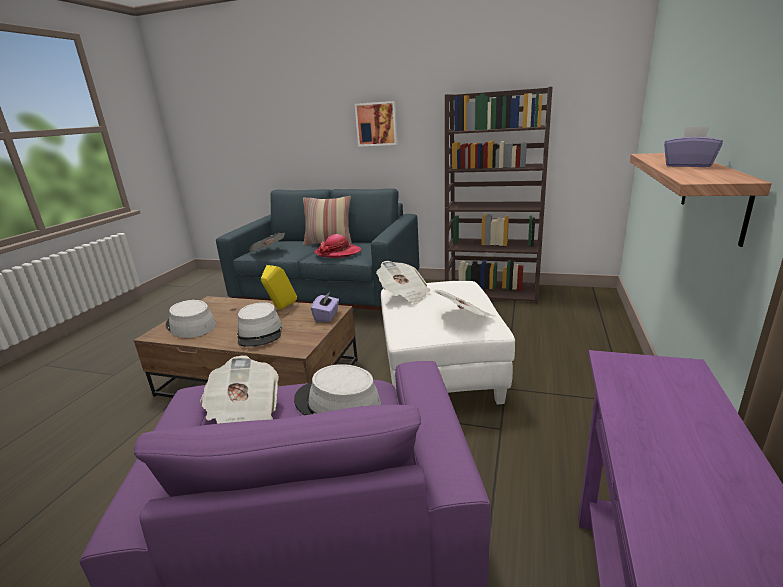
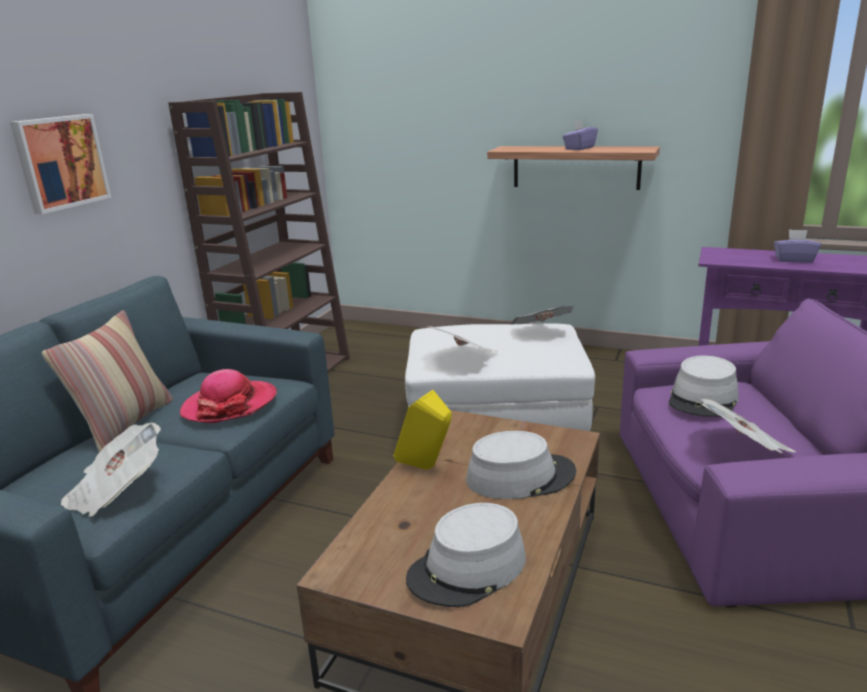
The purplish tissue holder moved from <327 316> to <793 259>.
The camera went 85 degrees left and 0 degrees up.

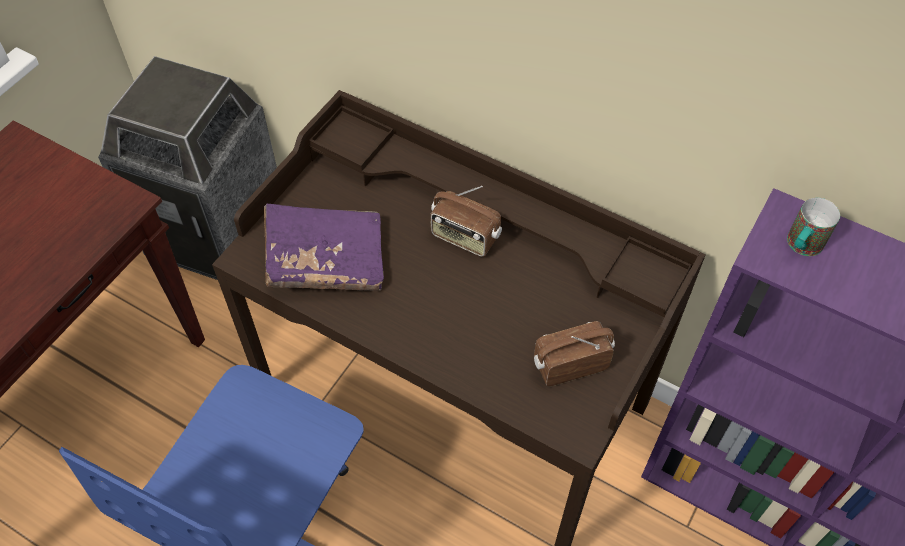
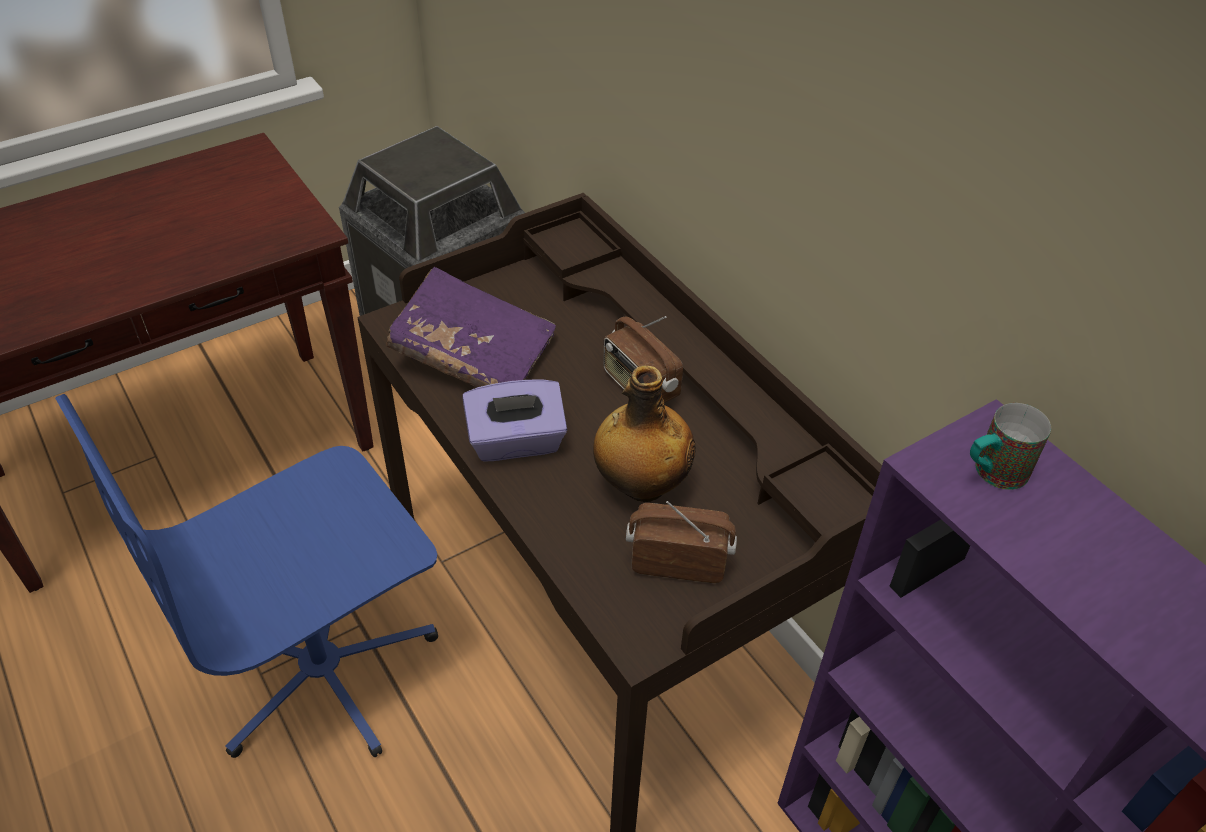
The purplish tissue holder at <516 442> appeared.
The beverage bottle at <641 485> appeared.
The camera went 25 degrees right and 10 degrees down.

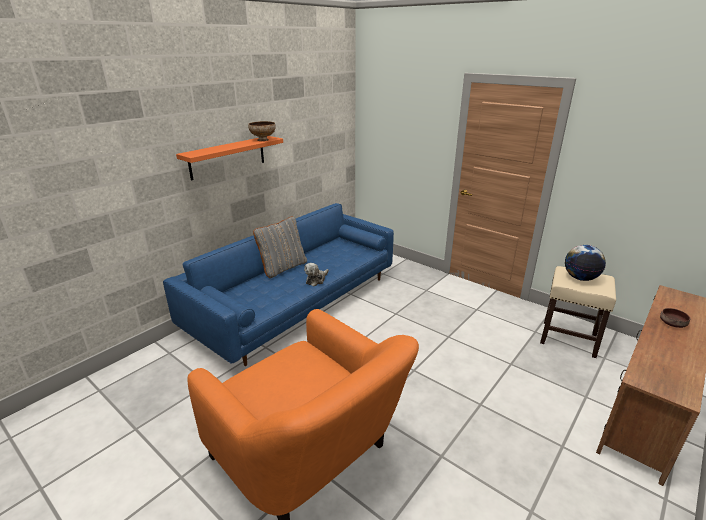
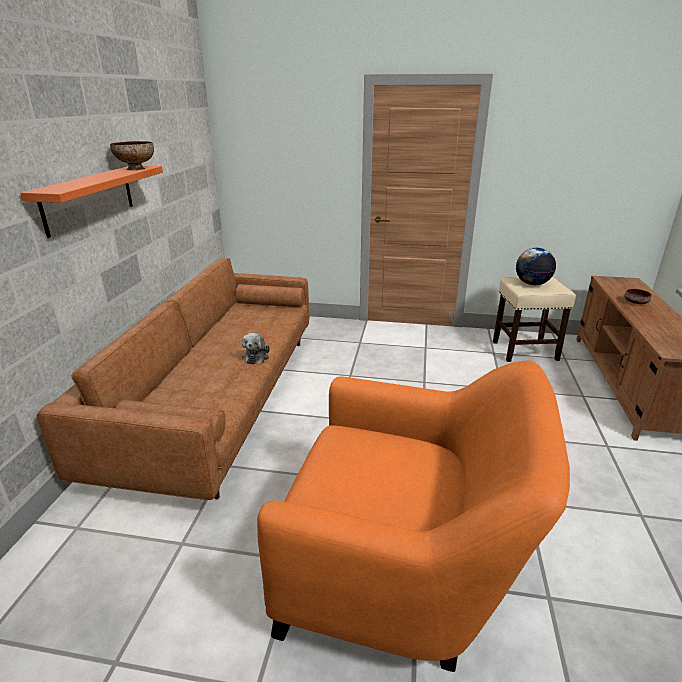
The blue-coloured sofa at <295 303> became the brown sofa at <218 399>.
The grey pillow at <283 267> disappeared.
The camera went 30 degrees left and 0 degrees up.

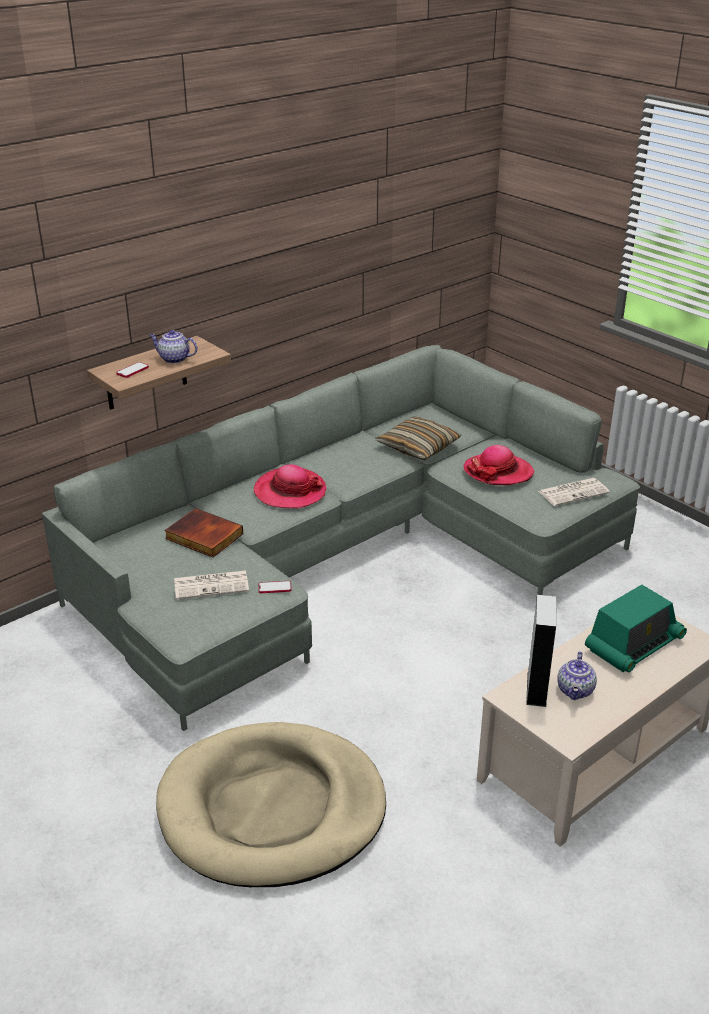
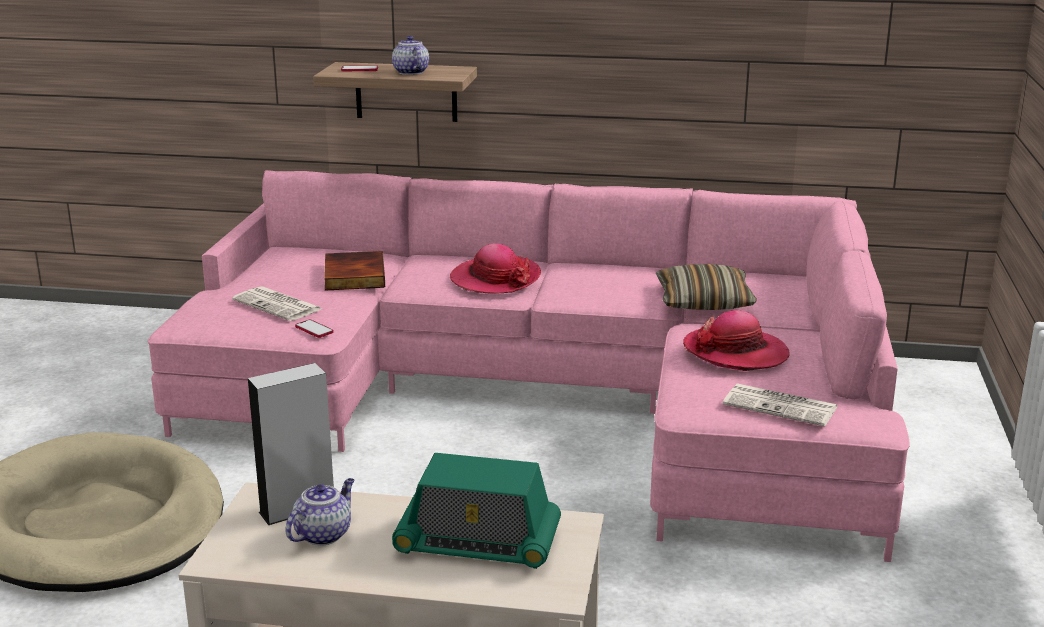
The grey sofa at <346 556> became the pinkish sofa at <551 399>.
The pot for tea at <575 691> turned 150 degrees clockwise.
The camera went 50 degrees right and 10 degrees down.

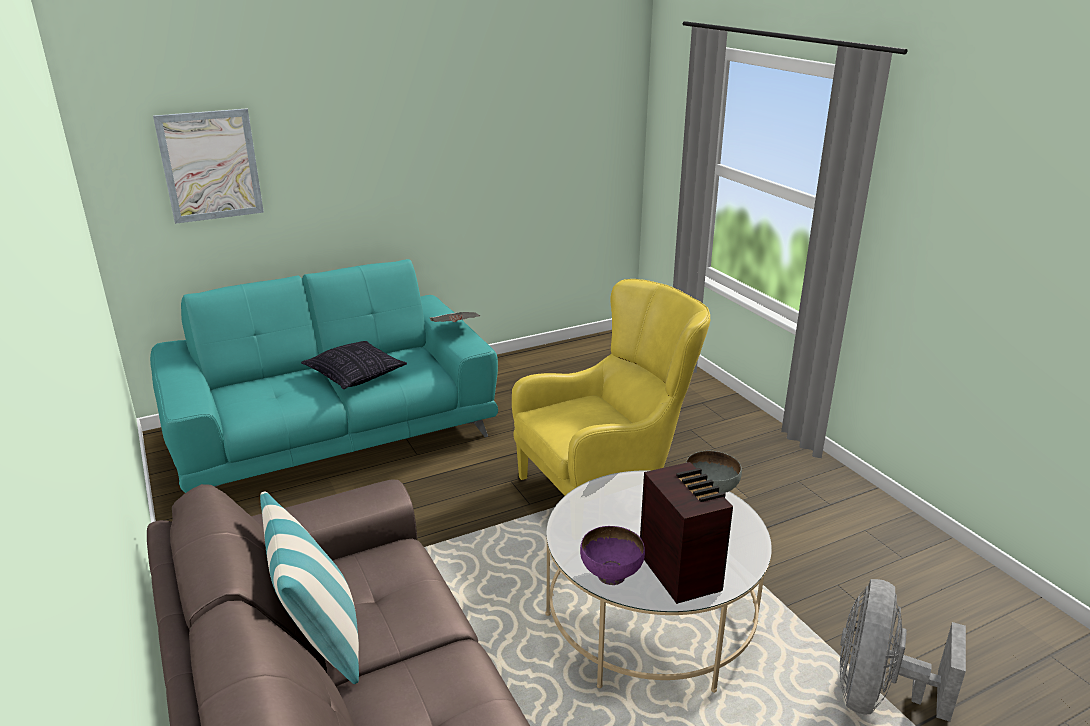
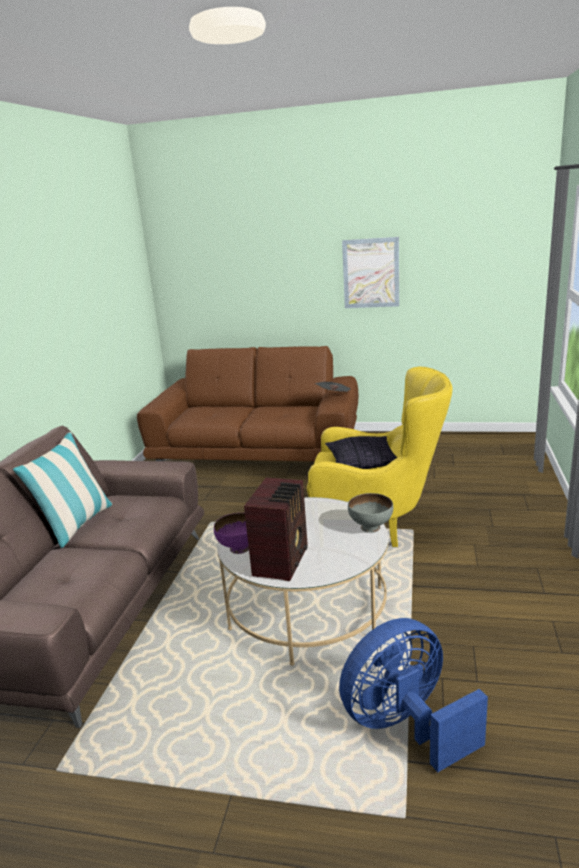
The turquoise sofa at <334 433> became the brown sofa at <257 452>.
The pillow moved from <356 375> to <362 463>.
The grey cooling fan at <877 694> became the blue-coloured cooling fan at <405 726>.
The wall picture moved from <210 165> to <371 273>.
The camera went 40 degrees right and 5 degrees down.

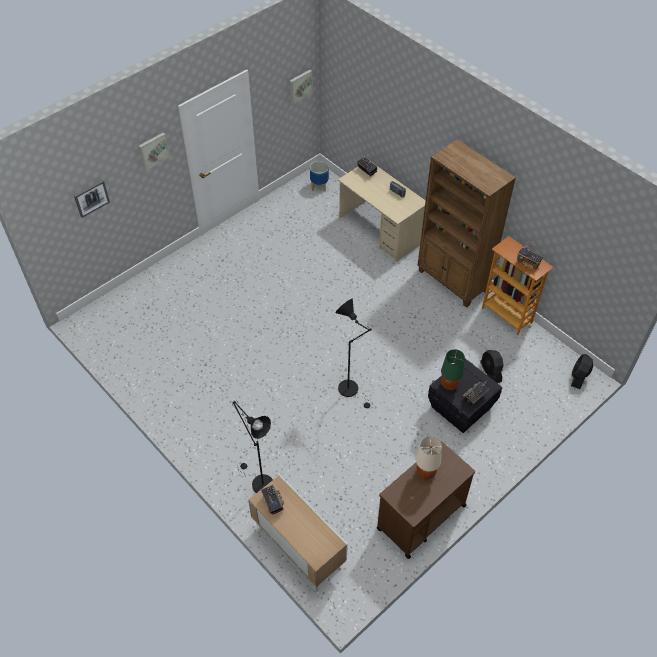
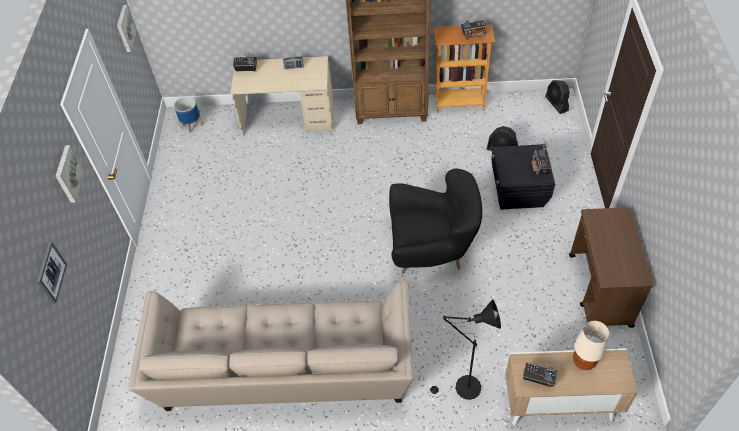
The beige sofa at <284 371> appeared.
The black-coloured standard lamp at <351 390> was replaced by the black-coloured armchair at <431 251>.
The beige tabletop lamp moved from <425 472> to <583 362>.
The greenish tabletop lamp at <449 385> disappeared.
The camera went 45 degrees left and 0 degrees up.

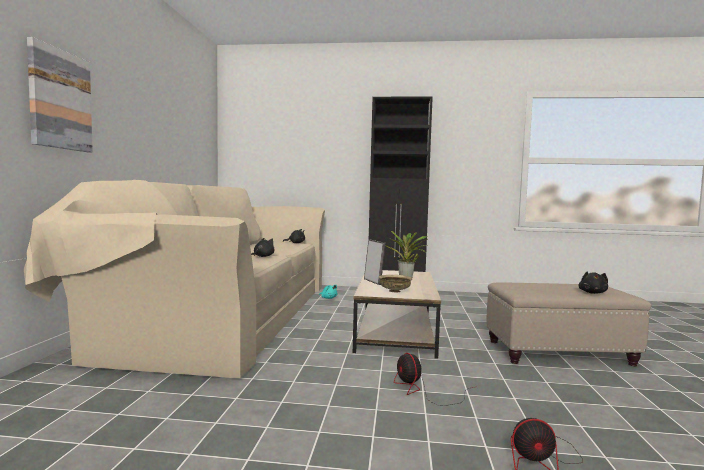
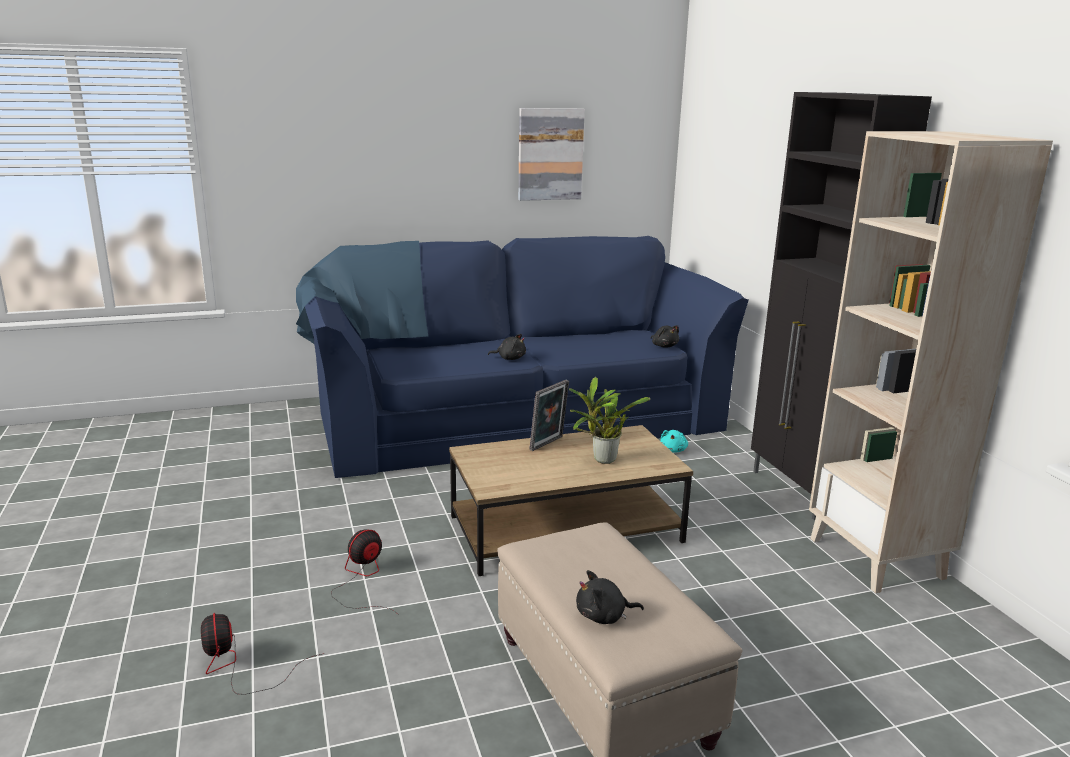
The beige sofa at <225 315> became the blue-coloured sofa at <513 416>.
The wall picture moved from <60 100> to <550 154>.
The beige bookcase at <877 558> appeared.
The beige deep dish at <394 291> disappeared.
The camera went 65 degrees right and 15 degrees up.

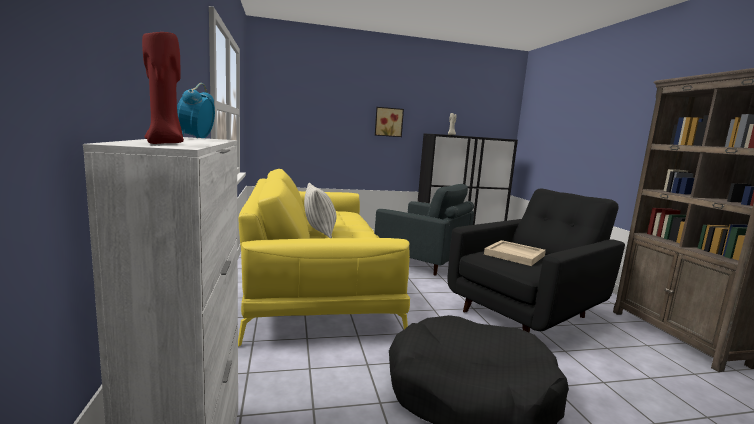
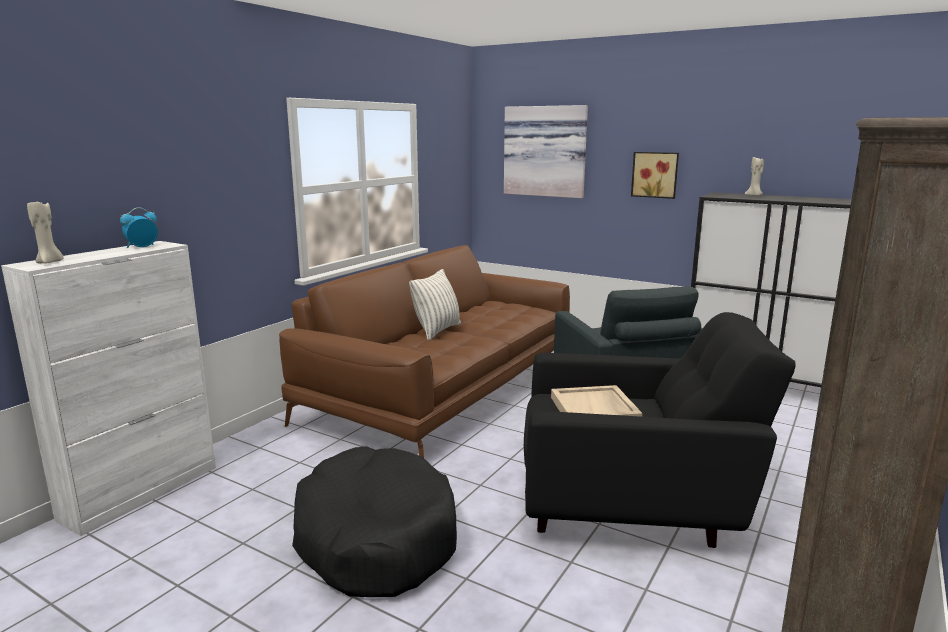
The red wax light at <166 143> became the beige wax light at <50 262>.
The yellowish sofa at <315 281> became the brown sofa at <445 390>.
The wall picture at <545 151> appeared.
The camera went 45 degrees right and 5 degrees up.

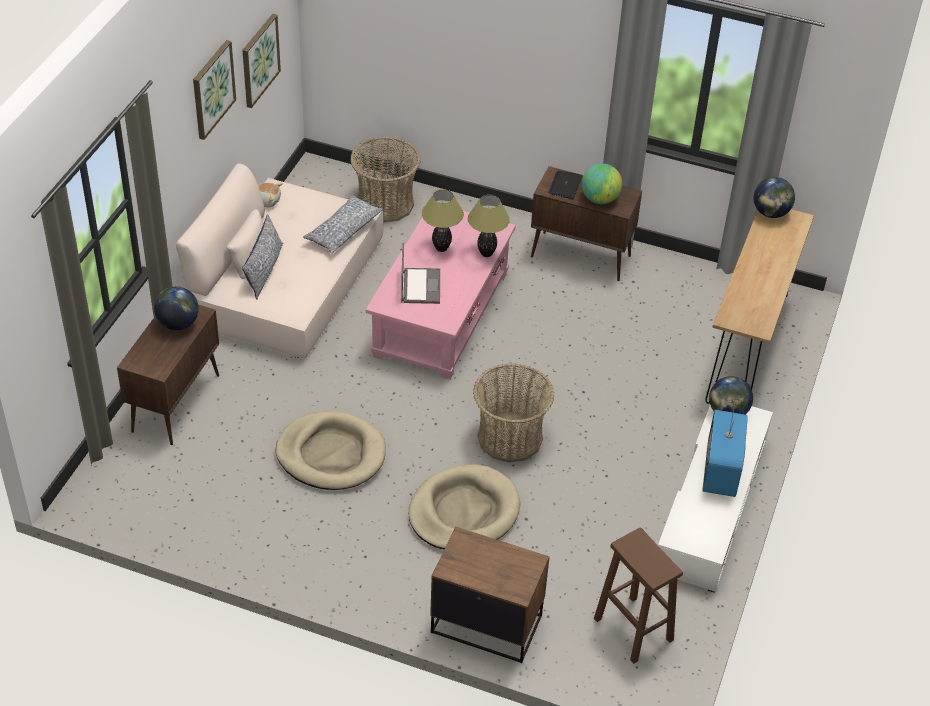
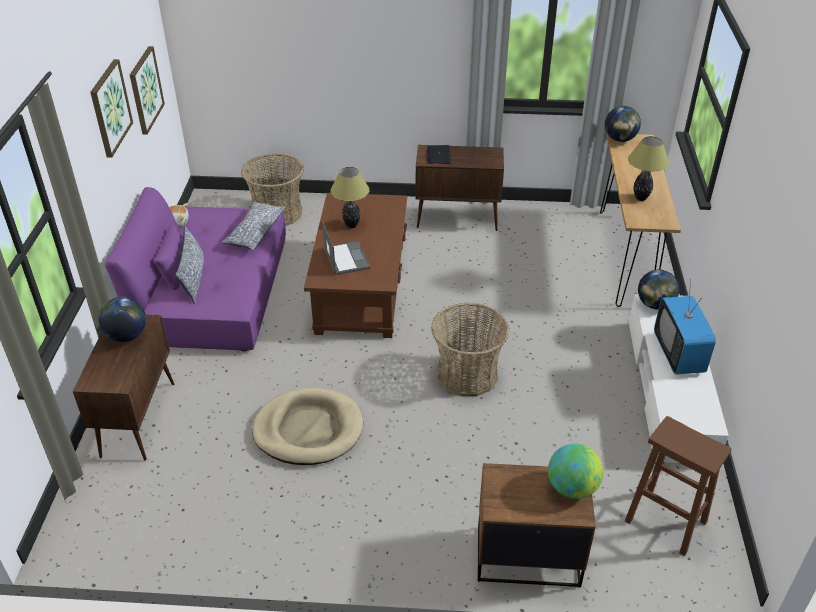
The beige sofa at <286 282> became the purplish sofa at <212 290>.
The pinkish low table at <442 314> became the brown low table at <361 286>.
The globe moved from <600 199> to <572 488>.
The tabletop lamp moved from <487 253> to <641 198>.
The beige dog cushion at <463 512> disappeared.
The camera went 15 degrees left and 5 degrees down.

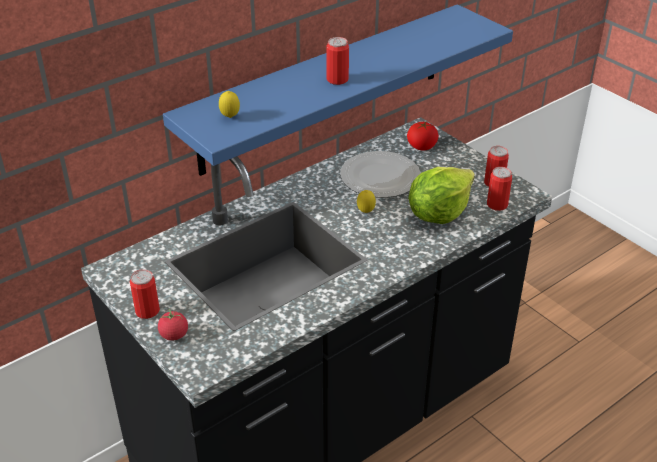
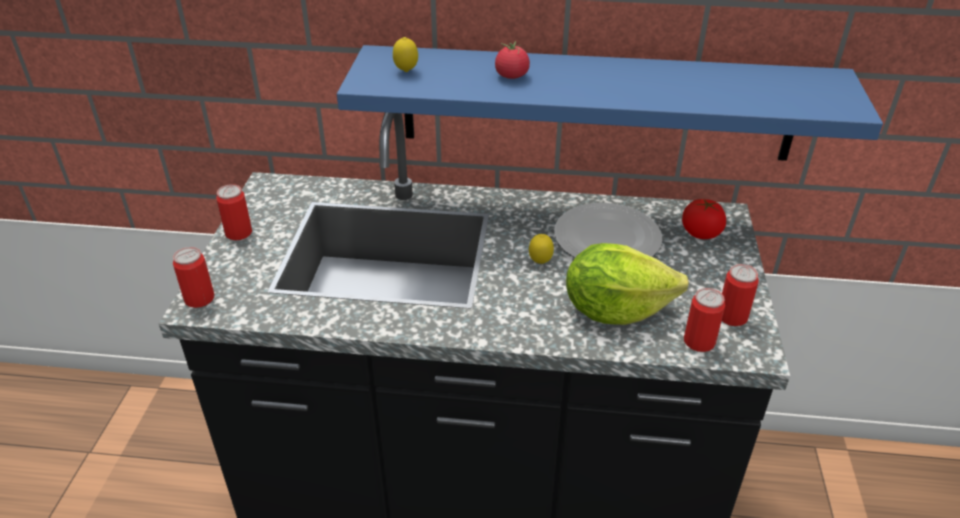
The sealed can moved from <337 80> to <199 299>.
The fresh tomato moved from <174 335> to <511 76>.
The camera went 45 degrees right and 0 degrees up.

